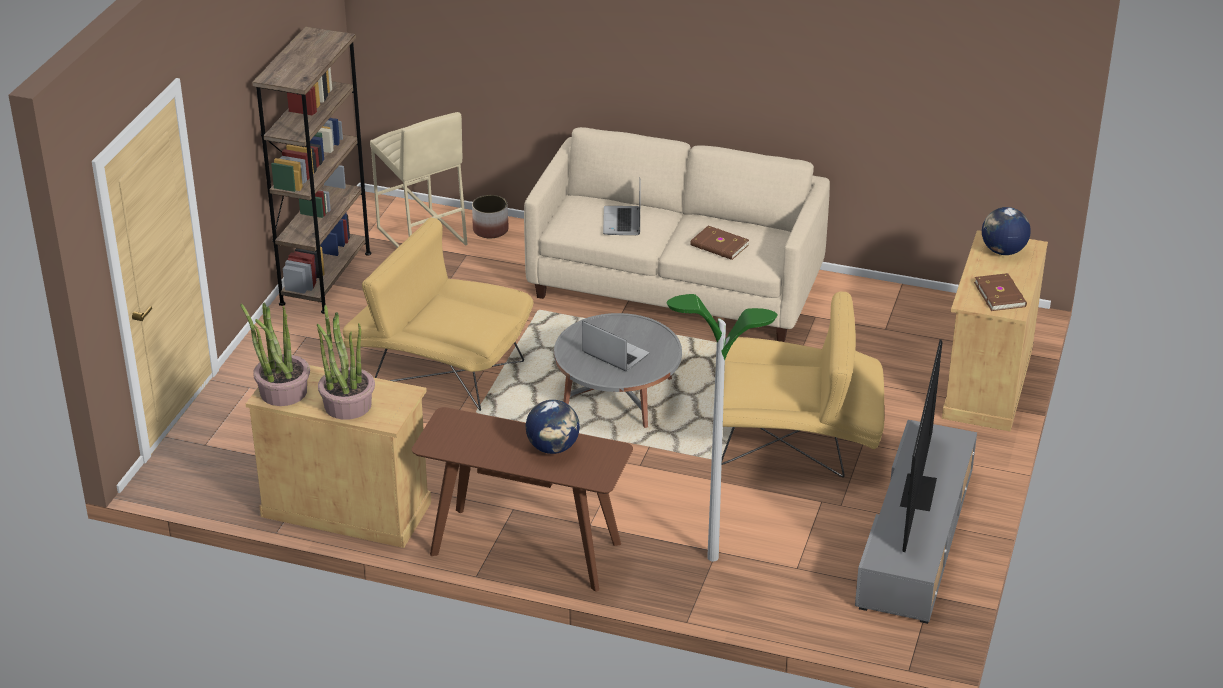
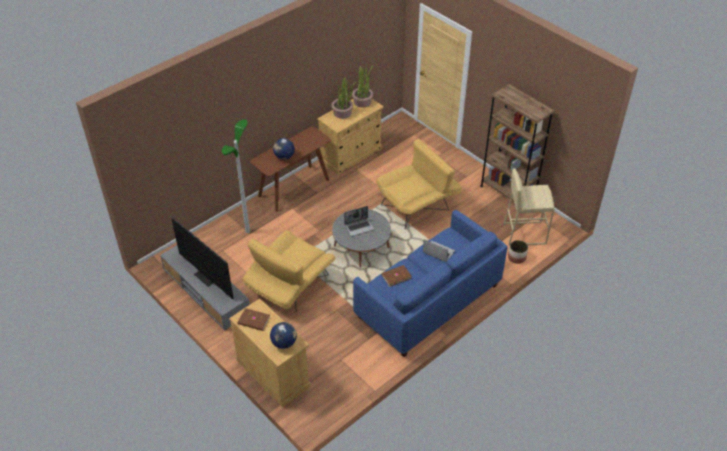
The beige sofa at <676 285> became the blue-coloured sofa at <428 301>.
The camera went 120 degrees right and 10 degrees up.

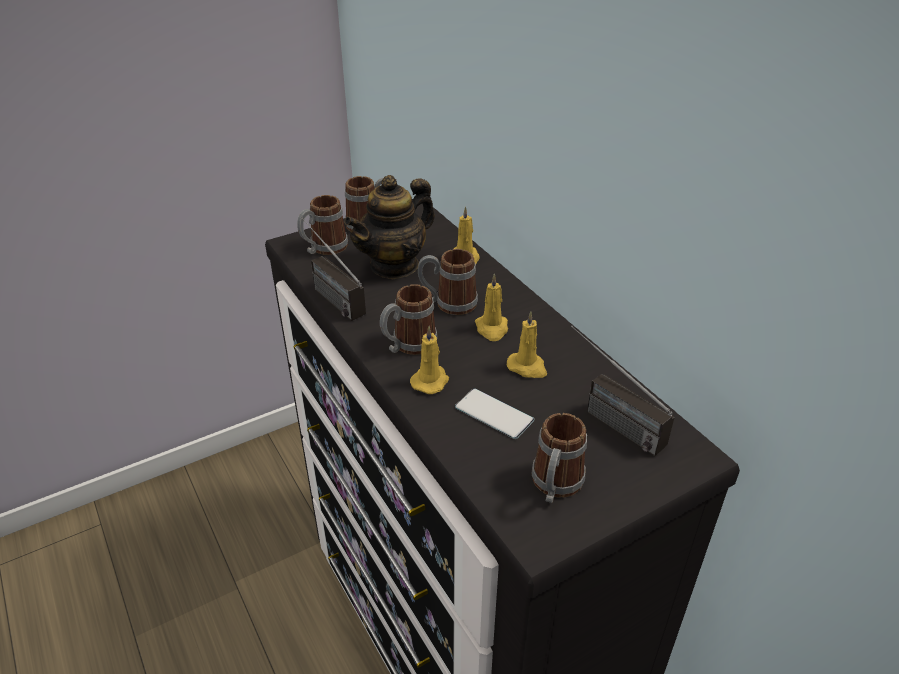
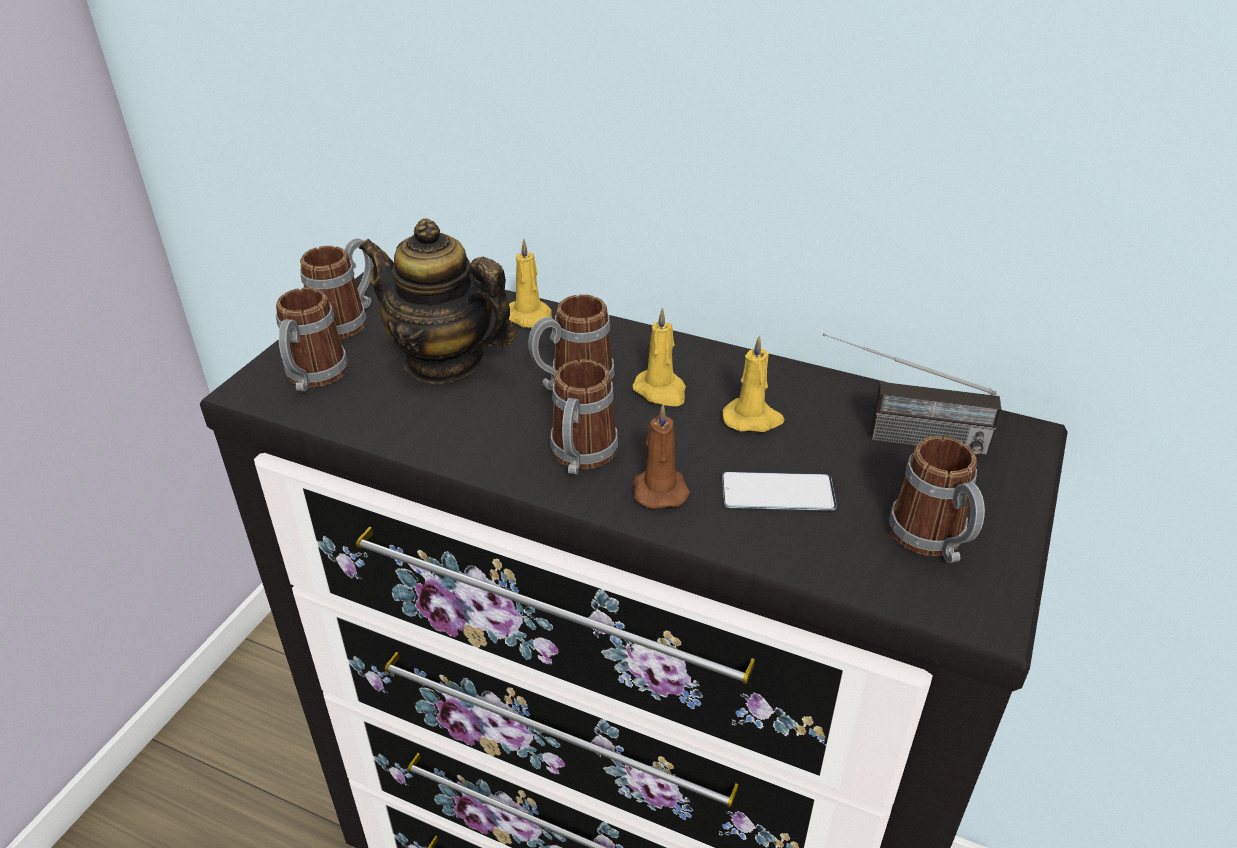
The pot for tea at <394 265> turned 105 degrees clockwise.
The yellowish wax light at <431 380> became the brown wax light at <659 488>.
The radio receiver at <328 294> disappeared.
The camera went 35 degrees left and 0 degrees up.

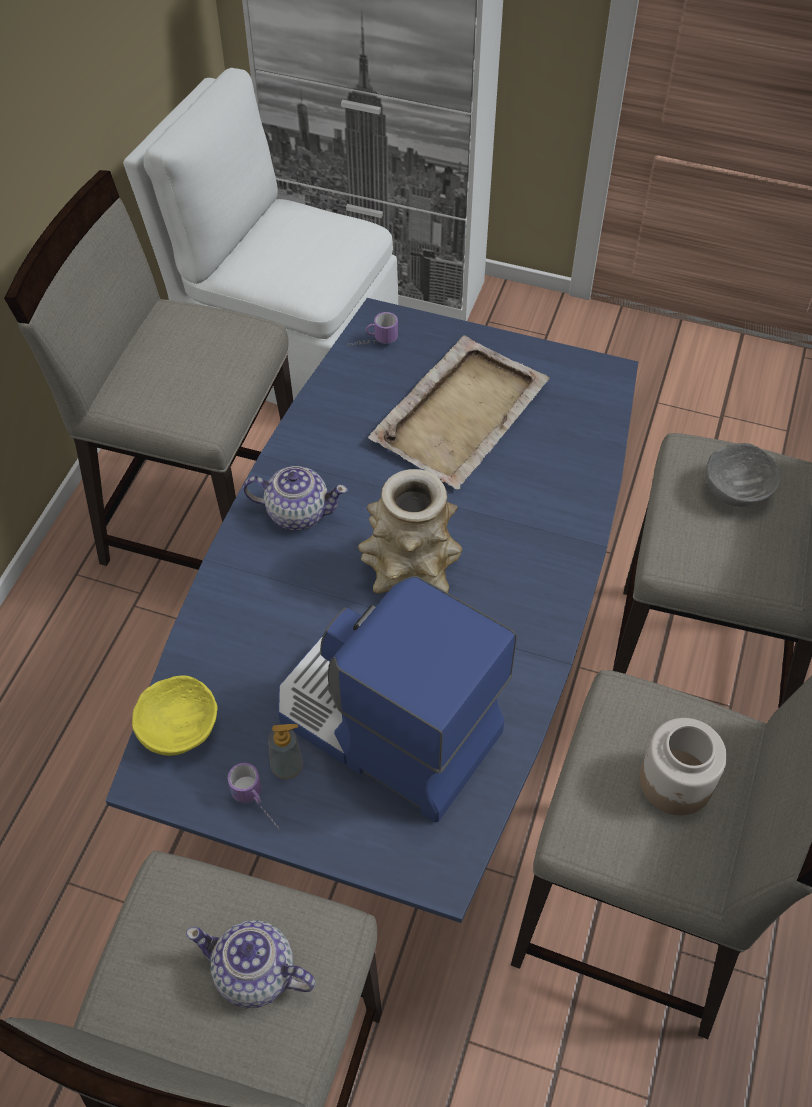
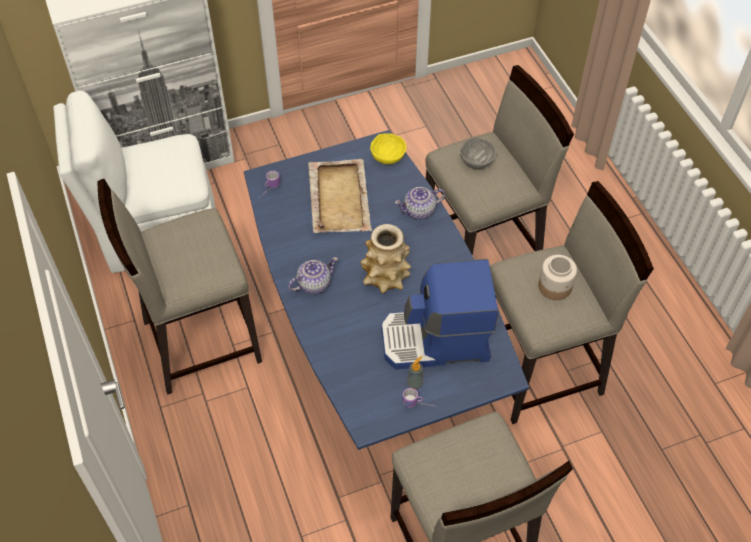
The yellowish deep dish moved from <179 729> to <388 156>.
The pot for tea moved from <255 974> to <420 211>.
The camera went 40 degrees left and 0 degrees up.

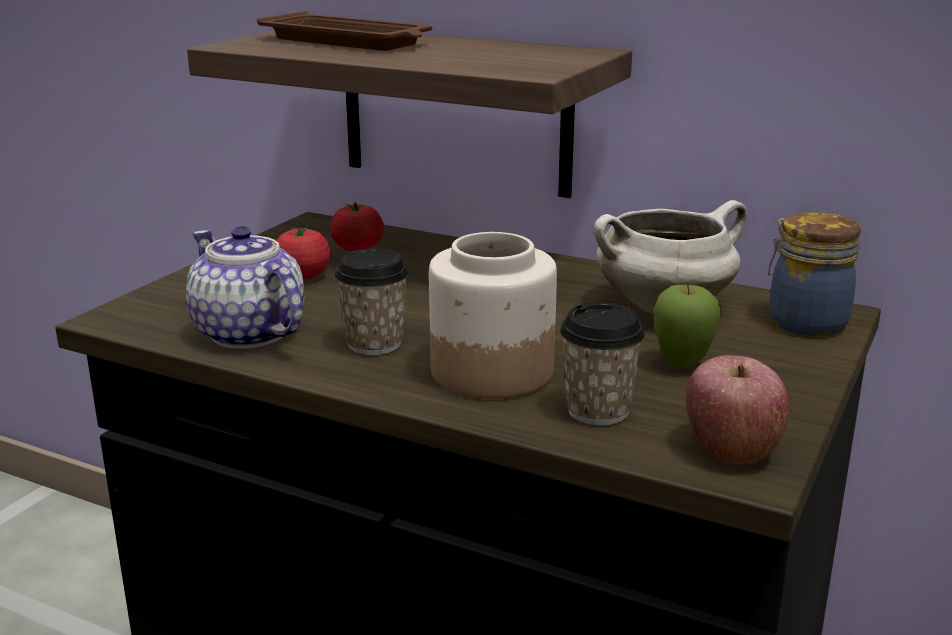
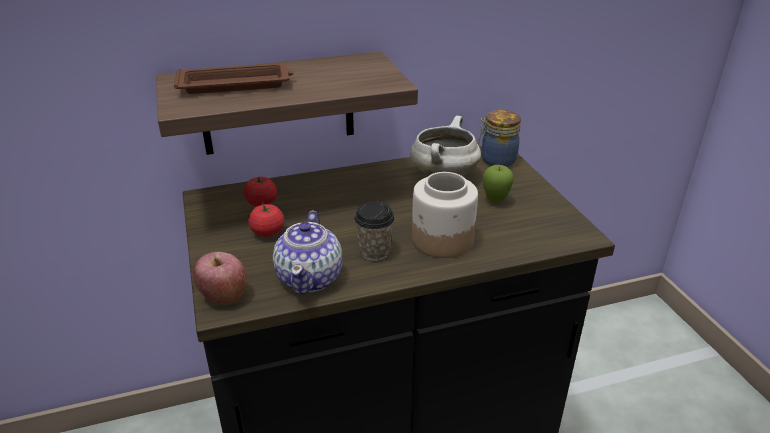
The apple fruit moved from <732 450> to <224 296>.
The pot for tea at <249 333> turned 90 degrees counterclockwise.
The drinking cup at <598 410> disappeared.
The camera went 45 degrees left and 10 degrees up.

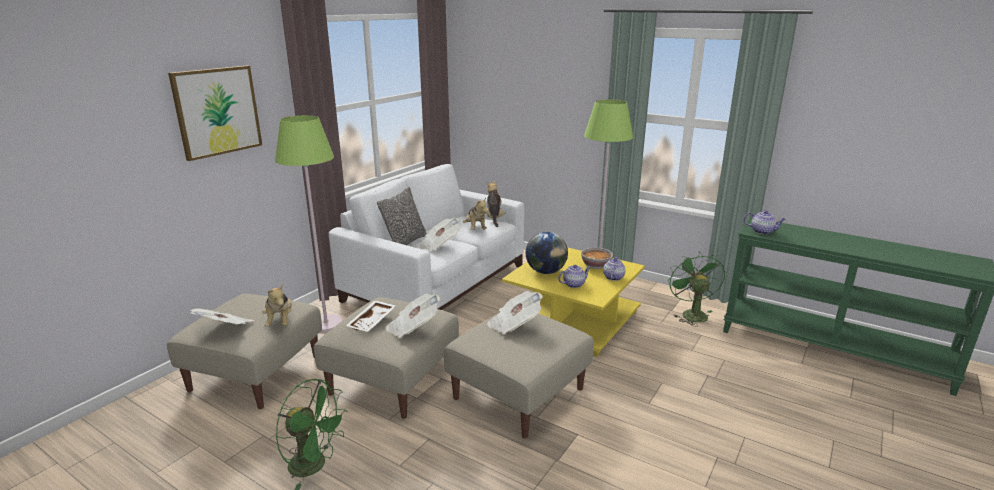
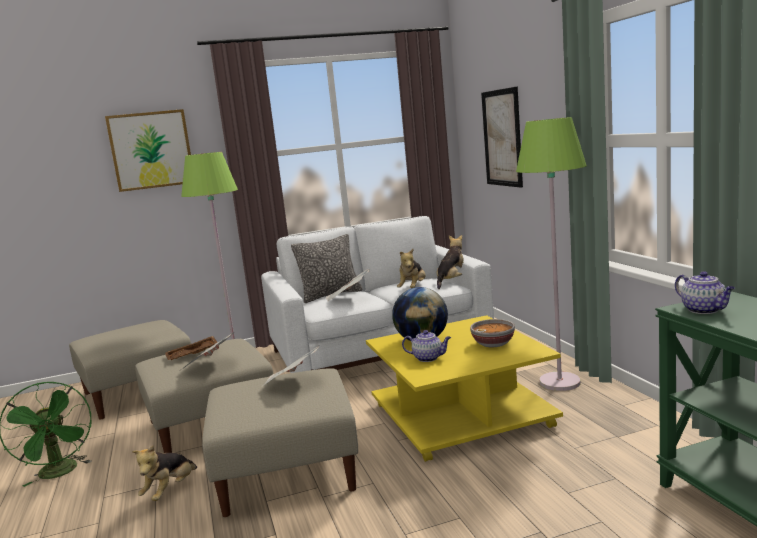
The soft toy moved from <280 321> to <170 491>.
The whitish carrying tray at <372 322> became the brown carrying tray at <192 355>.
The wall picture at <502 138> appeared.
The daily paper at <225 329> disappeared.
The pot for tea at <613 277> disappeared.
The greenish cooling fan at <691 314> disappeared.
The camera went 40 degrees right and 10 degrees down.

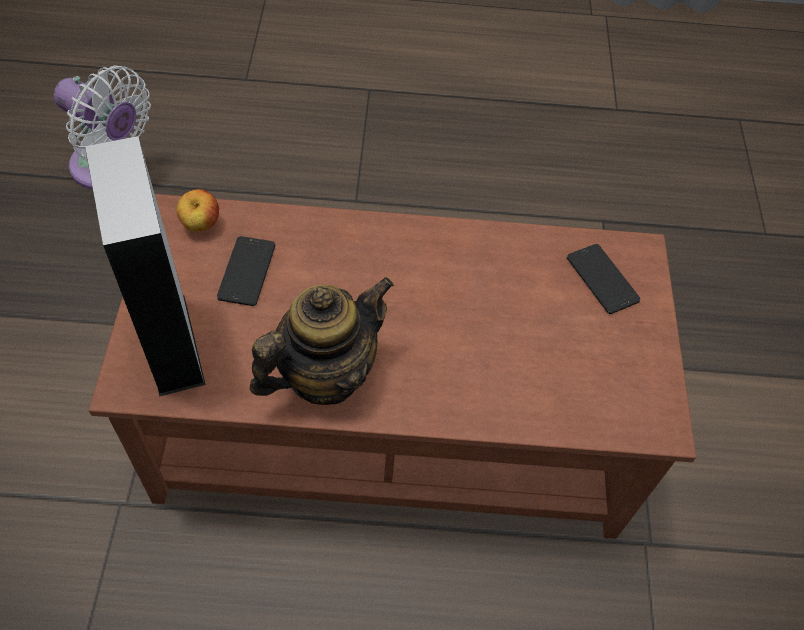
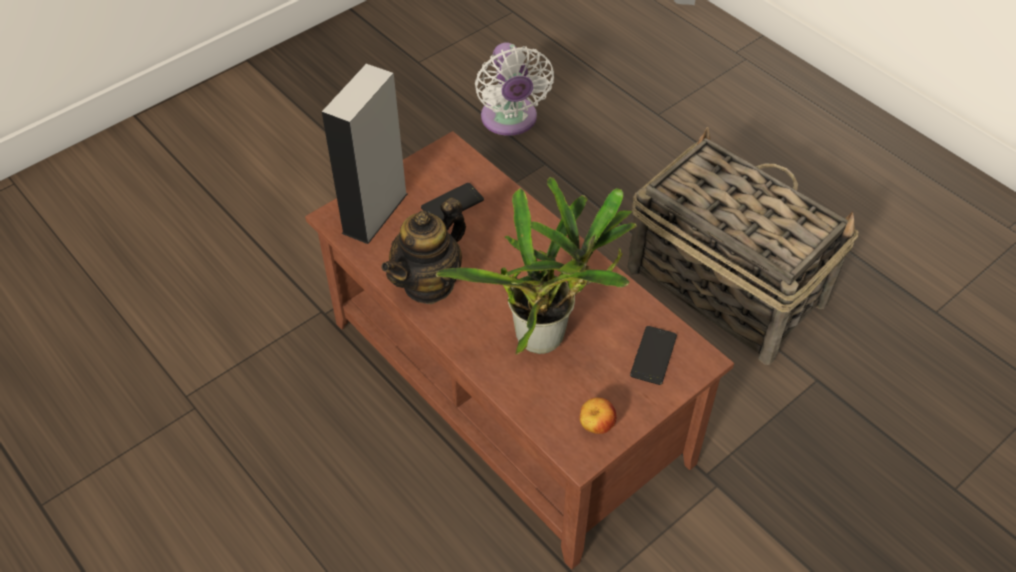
The pot for tea at <324 374> turned 120 degrees clockwise.
The houseplant at <547 336> appeared.
The apple fruit moved from <200 225> to <596 426>.
The storage basket at <724 284> appeared.
The camera went 50 degrees right and 5 degrees down.

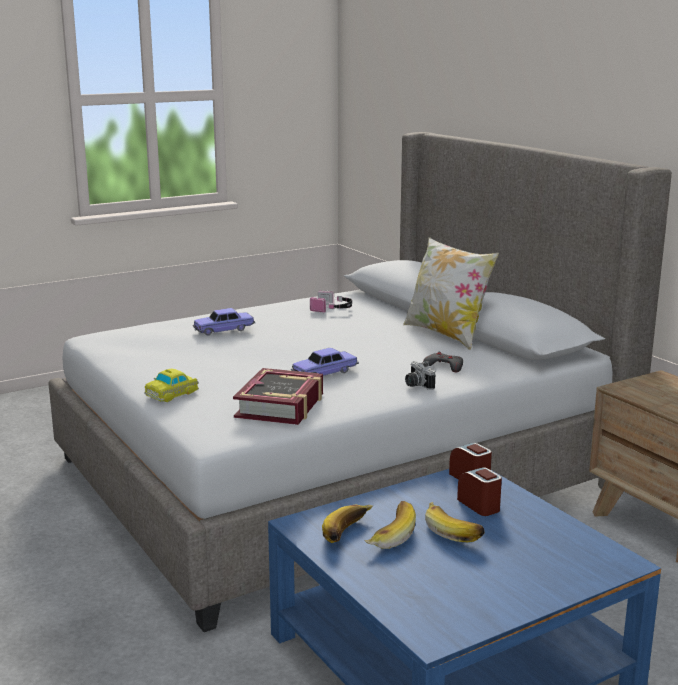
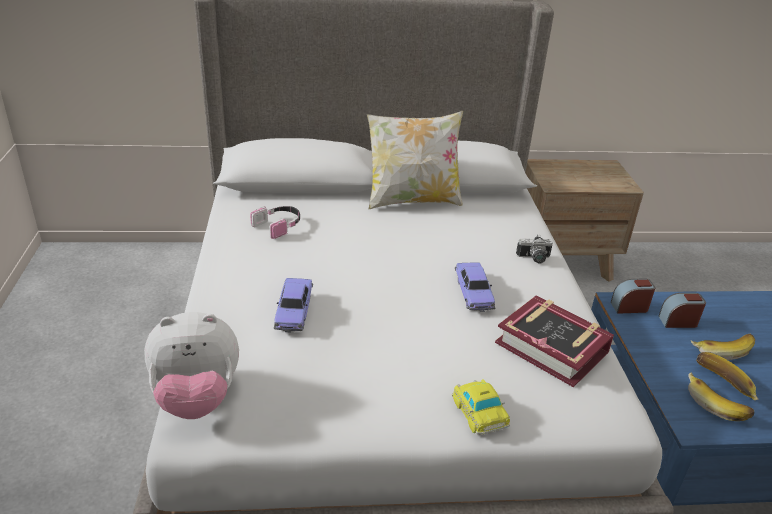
The soft toy at <196 399> appeared.
The grey gamepad at <444 366> disappeared.
The camera went 65 degrees left and 15 degrees up.

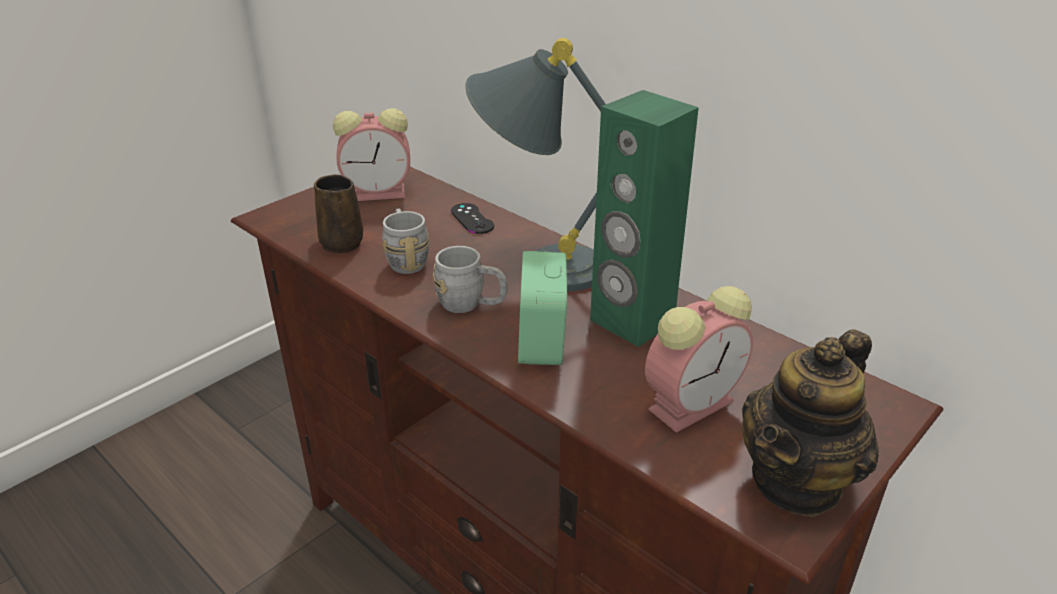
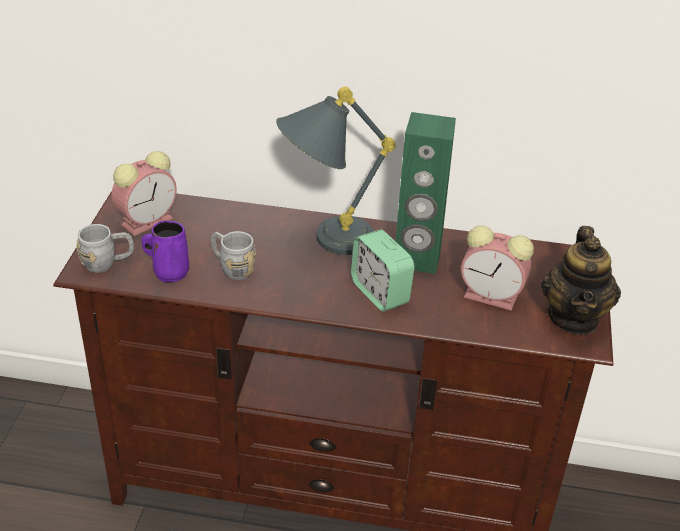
The grey tea mug moved from <471 304> to <107 263>.
The brown tea mug at <340 242> became the purplish tea mug at <169 272>.
The bedside clock at <693 403> turned 90 degrees clockwise.
The black-coloured gamepad at <472 219> disappeared.
The camera went 35 degrees left and 5 degrees up.

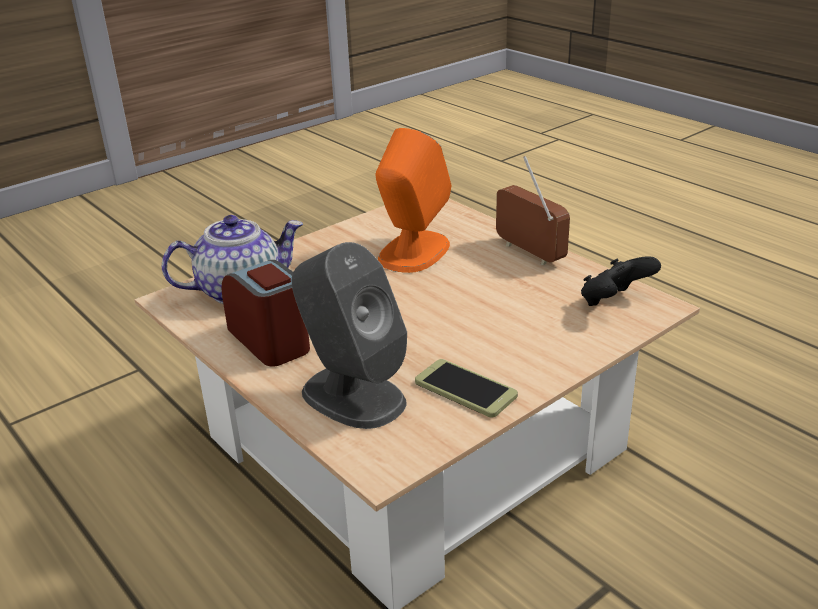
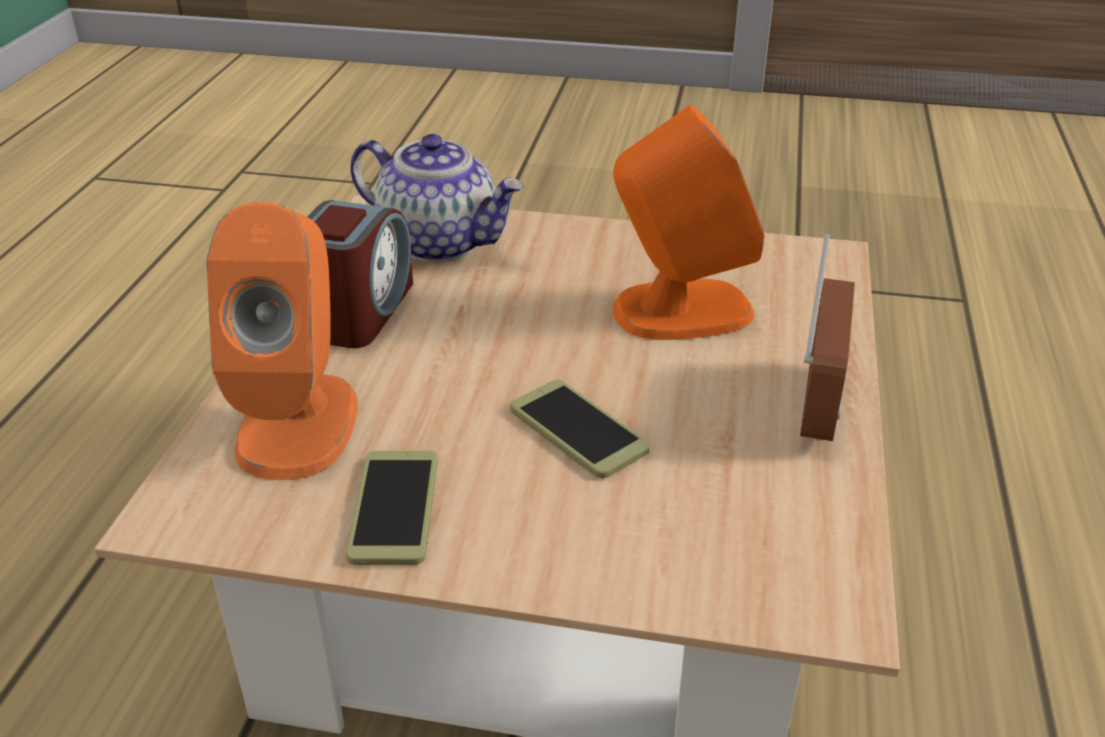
The grey audio speaker at <352 396> became the orange audio speaker at <298 423>.
The handset at <578 430> appeared.
The black-coloured gamepad at <614 302> disappeared.
The camera went 50 degrees right and 5 degrees up.

